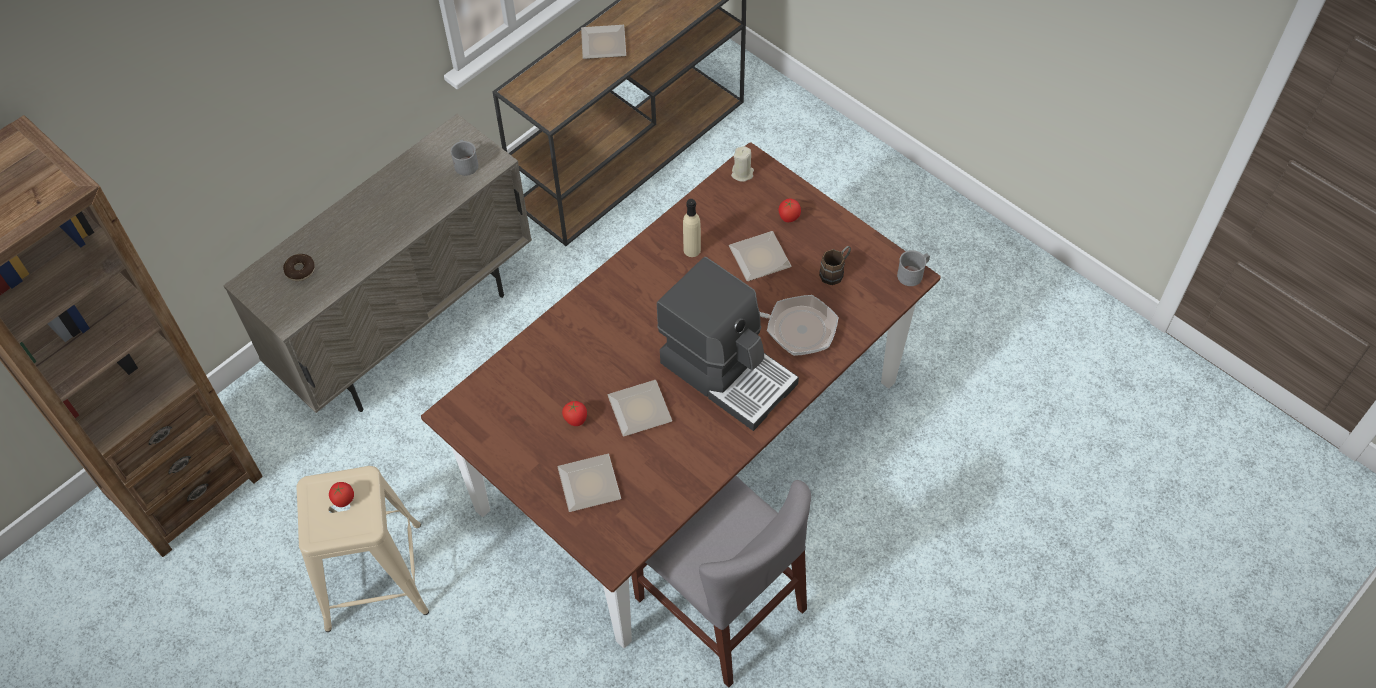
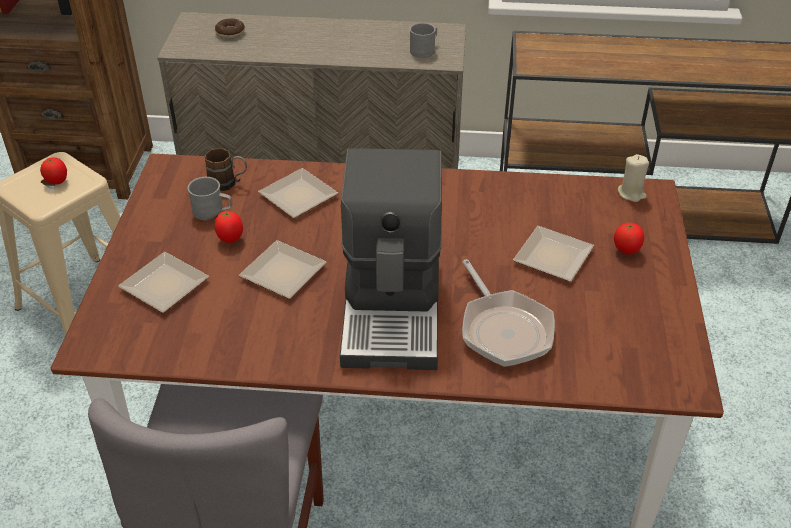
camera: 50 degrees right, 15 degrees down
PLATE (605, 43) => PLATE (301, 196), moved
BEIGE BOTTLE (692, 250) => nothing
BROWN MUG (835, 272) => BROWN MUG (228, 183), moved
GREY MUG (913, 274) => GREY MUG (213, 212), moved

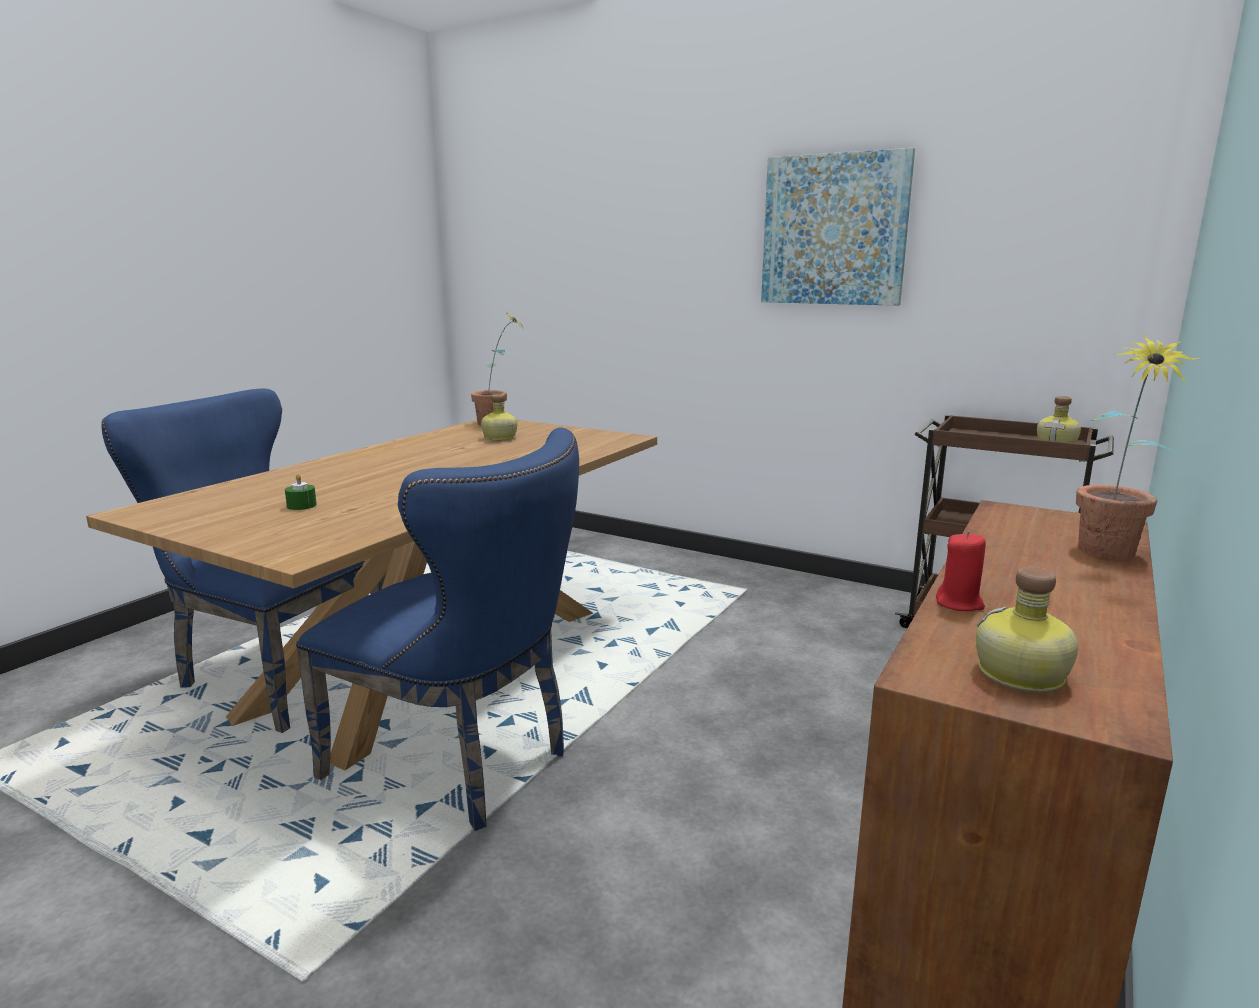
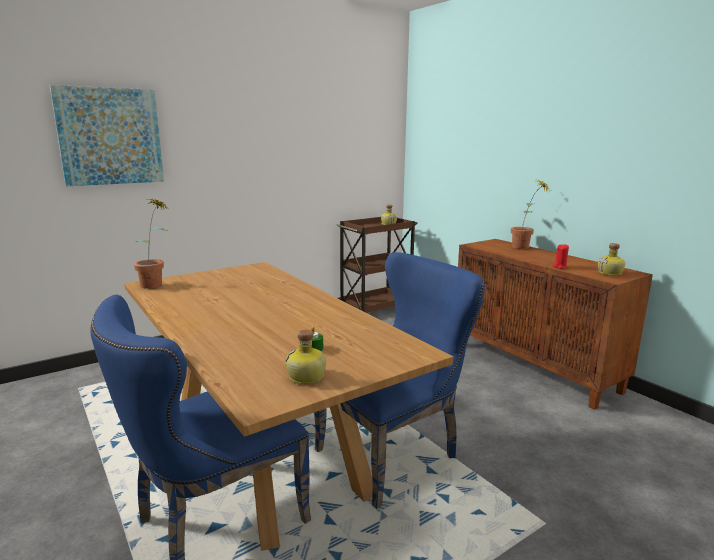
camera: 65 degrees left, 0 degrees up
PICTURE (834, 230) => PICTURE (110, 136), moved
BOTTLE (499, 438) => BOTTLE (306, 377), moved

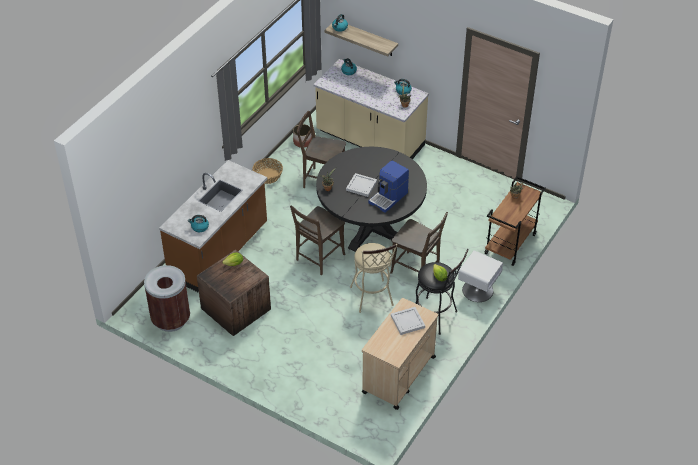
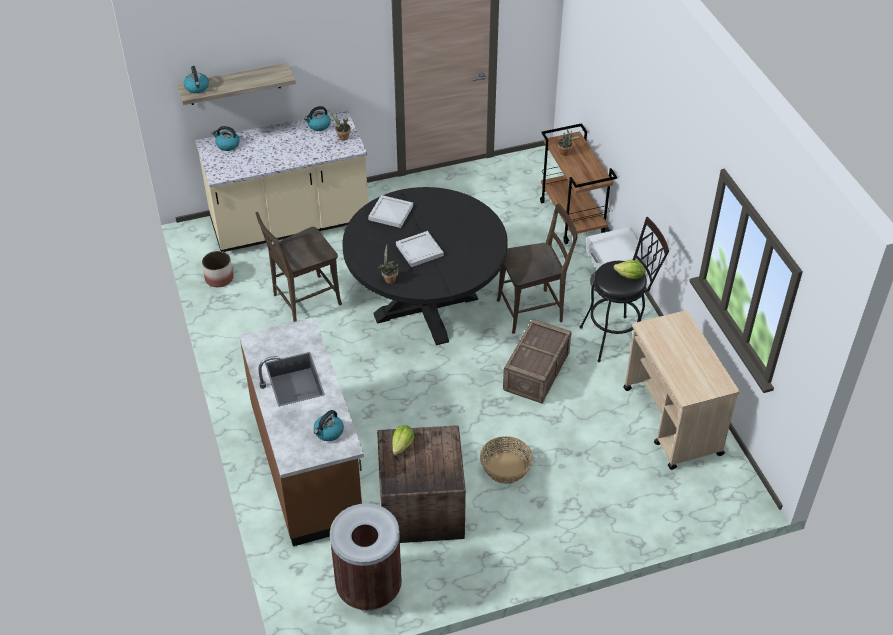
camera: 50 degrees left, 0 degrees up
BASKET (268, 176) => BASKET (505, 468), moved
COFFEE MACHINE (389, 198) => nothing
BROWN CHAIR (318, 258) => nothing
BEIGE STOOL (372, 299) => CRATE (536, 373)
WHITE TRAY (407, 322) => WHITE TRAY (391, 213), moved

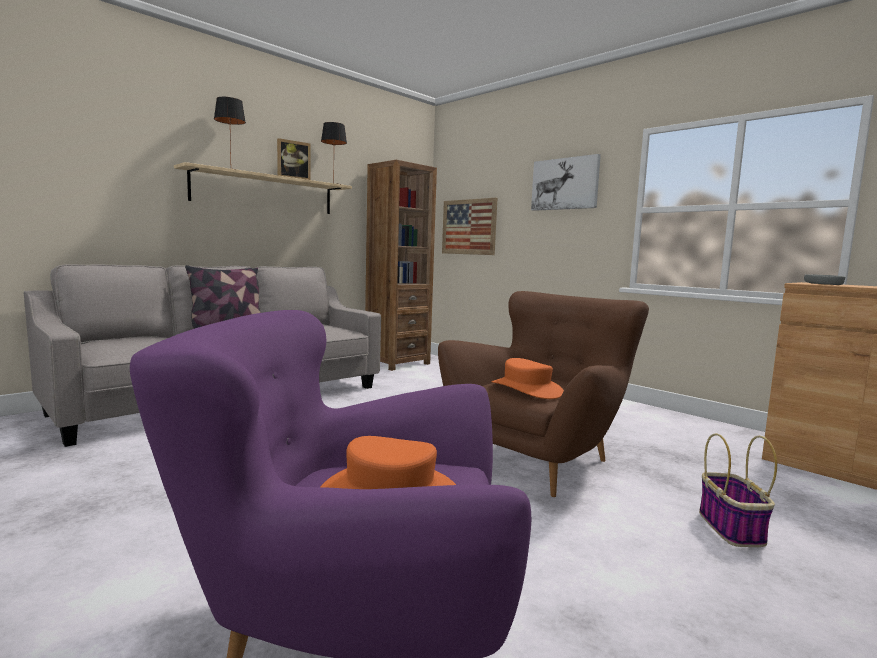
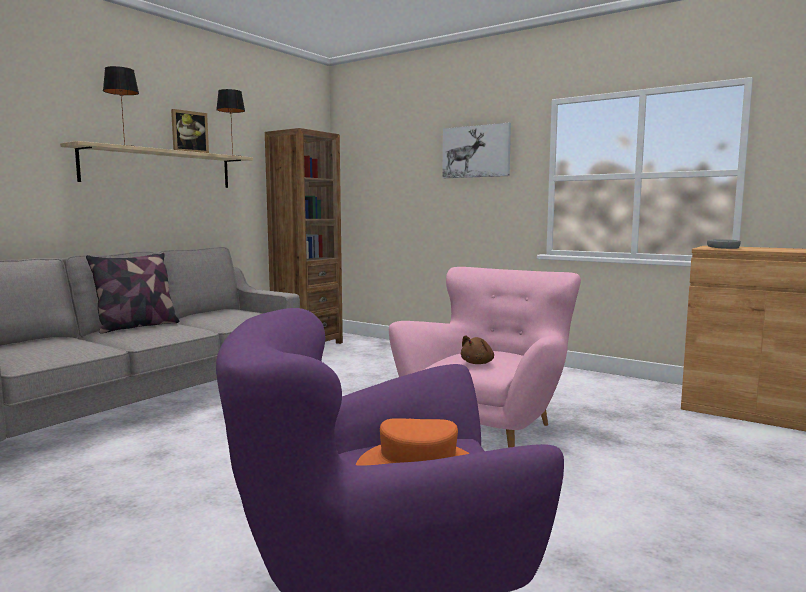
camera: 10 degrees left, 0 degrees up
PICTURE (469, 227) => nothing
BROWN ARMCHAIR (541, 462) => PINK ARMCHAIR (491, 432)
ORANGE HAT (526, 389) => BROWN PLUSH TOY (478, 363)
BASKET (732, 528) => nothing

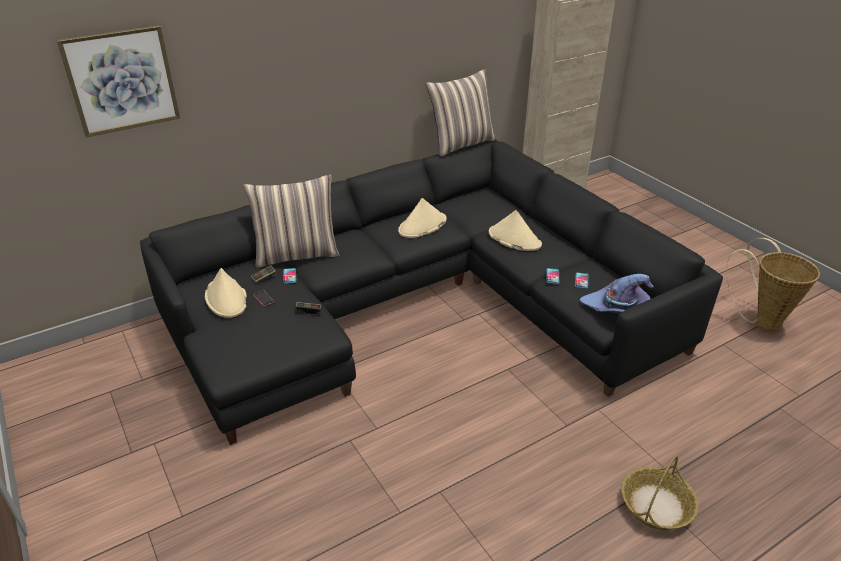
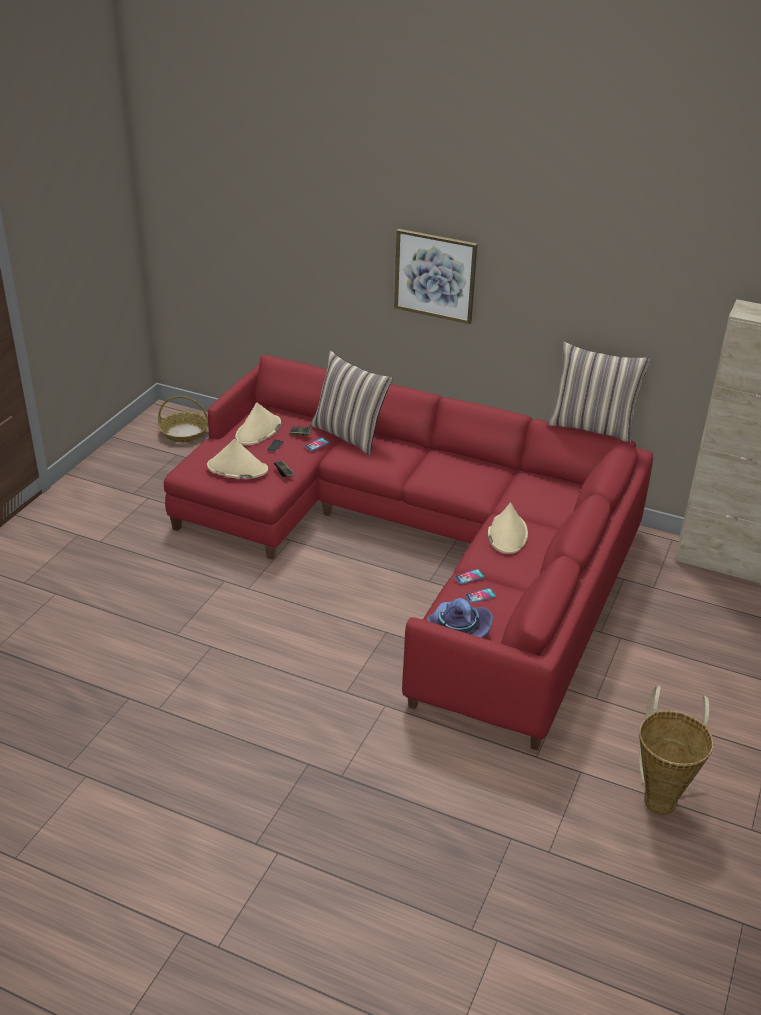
camera: 55 degrees right, 0 degrees up
PICTURE (121, 80) => PICTURE (435, 275), moved
BLACK SOFA (419, 304) => RED SOFA (423, 547)
BEIGE HAT (422, 226) => BEIGE HAT (237, 468), moved
BASKET (656, 505) => BASKET (184, 433), moved

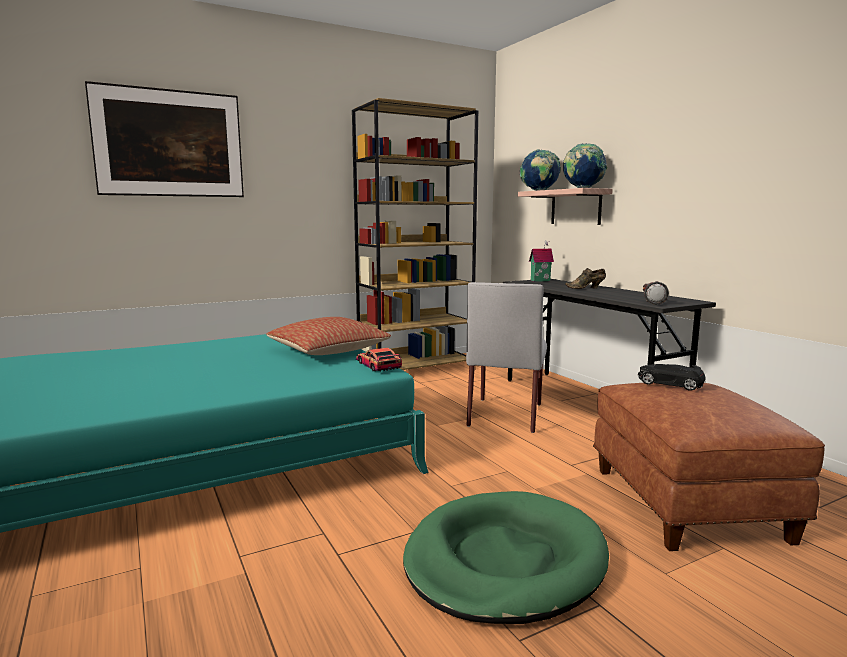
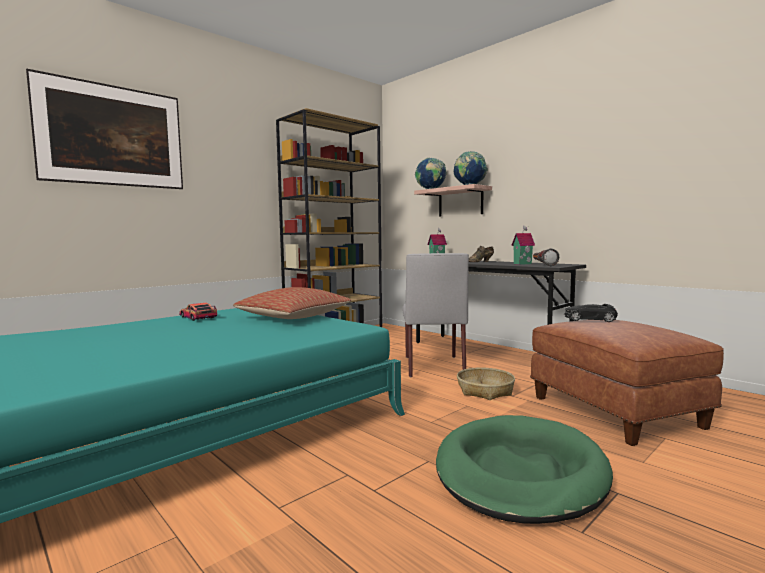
camera: 15 degrees left, 5 degrees down
TOY CAR (378, 366) => TOY CAR (197, 317), moved
nothing => TOY HOUSE (521, 264)
nothing => BASKET (485, 391)

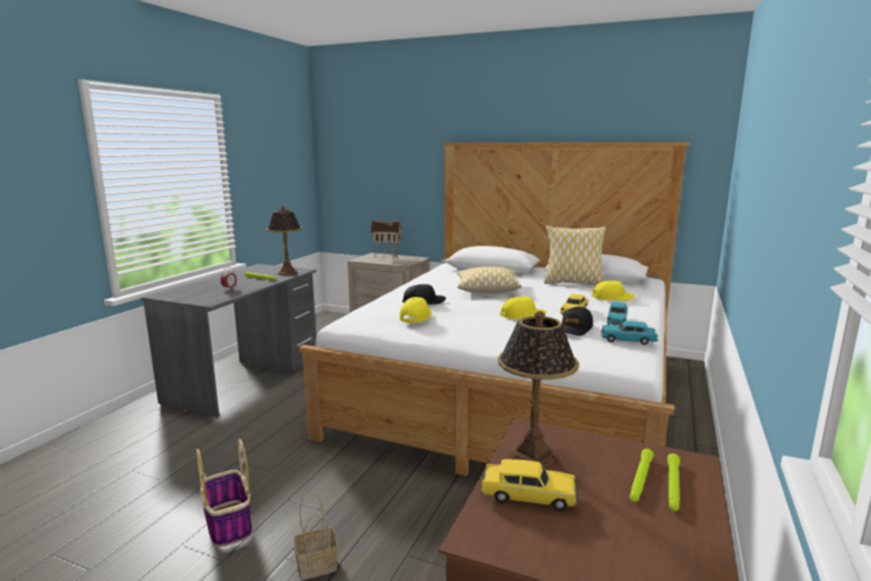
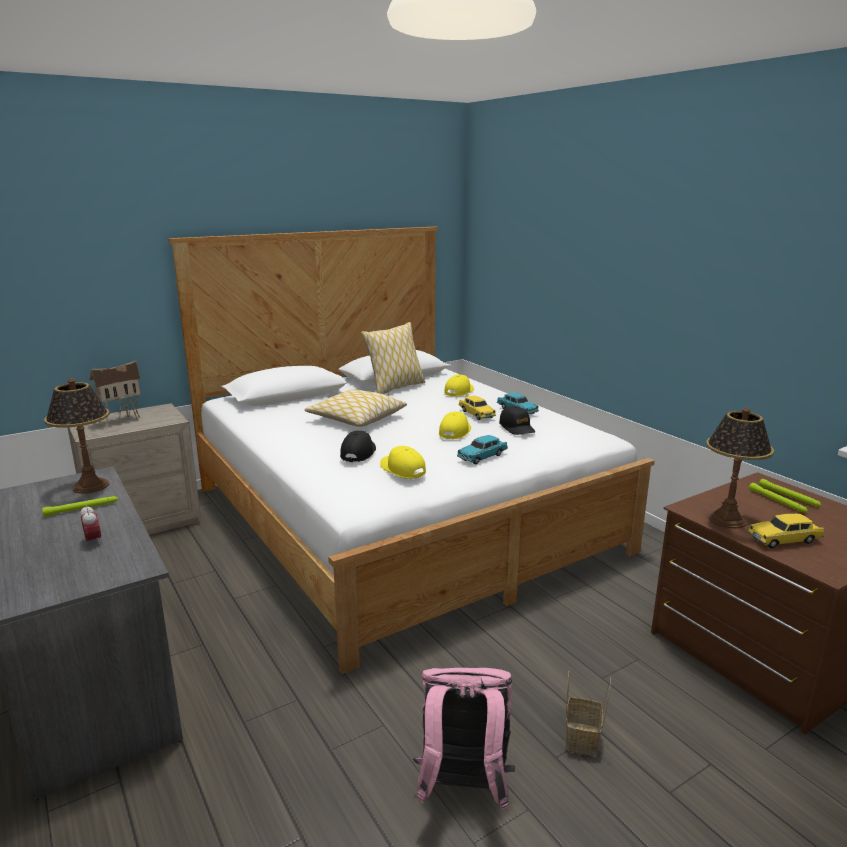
camera: 55 degrees left, 5 degrees up
TURQUOISE TOY CAR (628, 340) => TURQUOISE TOY CAR (482, 457), moved
BASKET (228, 523) => PINK BACKPACK (462, 788)
YELLOW TOY CAR (528, 496) => YELLOW TOY CAR (784, 540), 150 degrees counterclockwise

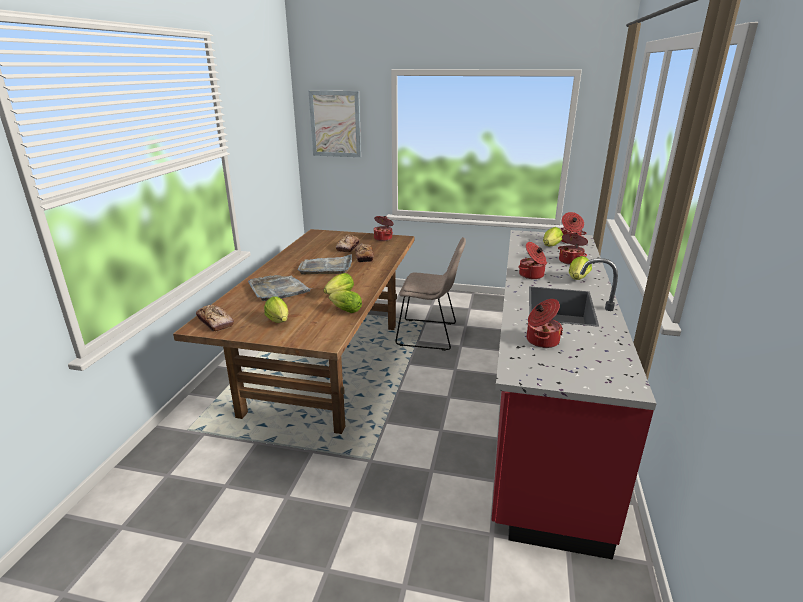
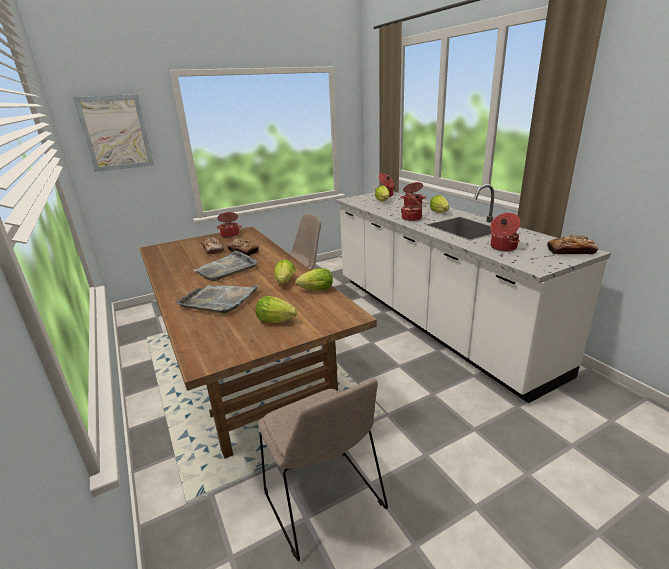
camera: 40 degrees left, 0 degrees up
RED COUNTER (540, 410) => WHITE COUNTER (433, 321)
BREAD (215, 322) => BREAD (571, 251), moved
nothing => BEIGE CHAIR (324, 502)

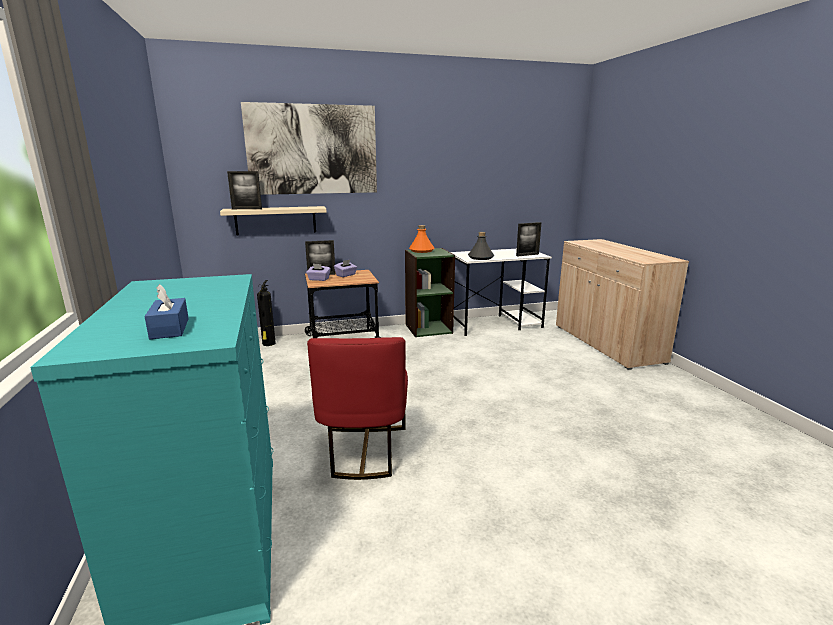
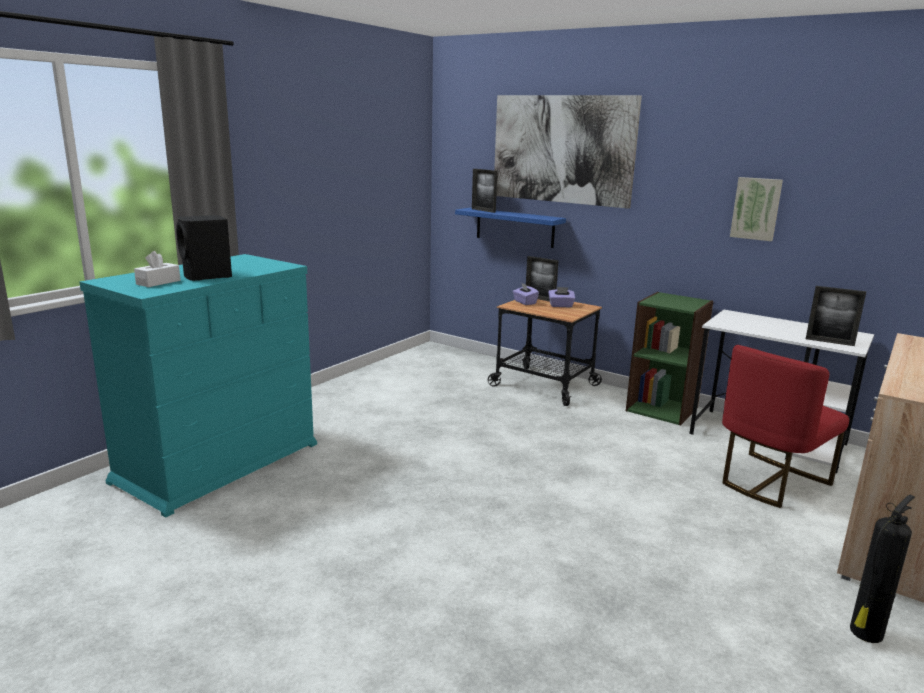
camera: 50 degrees right, 0 degrees up
BEIGE SHELF (275, 220) => BLUE SHELF (514, 227)
ORANGE BOTTLE (421, 250) => nothing
GREY BOTTLE (480, 257) => nothing
FIRE EXTINGUISHER (268, 344) => FIRE EXTINGUISHER (865, 633), moved
BLUE TISSUE BOX (169, 328) => WHITE TISSUE BOX (158, 282)
RED CHAIR (364, 451) => RED CHAIR (769, 481), moved
nothing => PICTURE (756, 208)
nothing => BLACK SPEAKER (207, 276)

